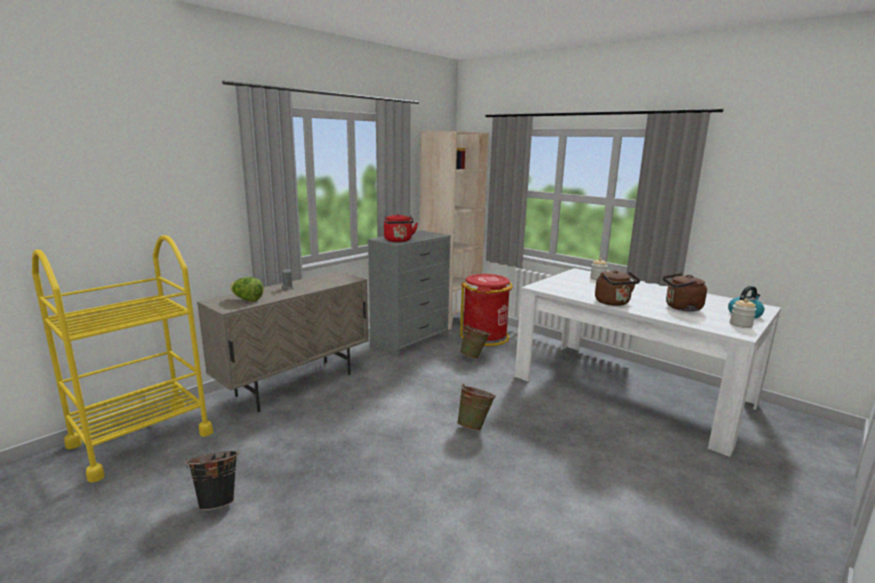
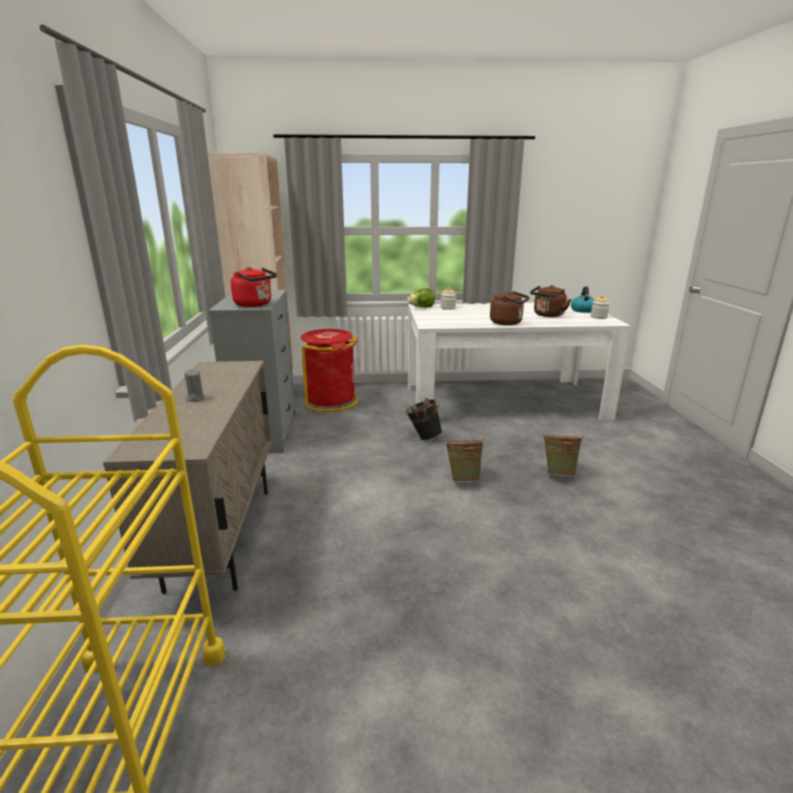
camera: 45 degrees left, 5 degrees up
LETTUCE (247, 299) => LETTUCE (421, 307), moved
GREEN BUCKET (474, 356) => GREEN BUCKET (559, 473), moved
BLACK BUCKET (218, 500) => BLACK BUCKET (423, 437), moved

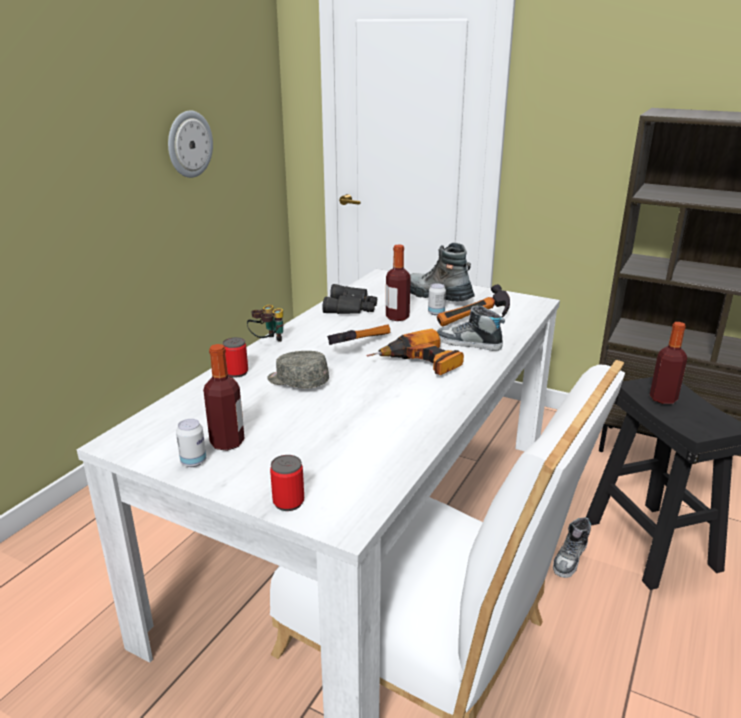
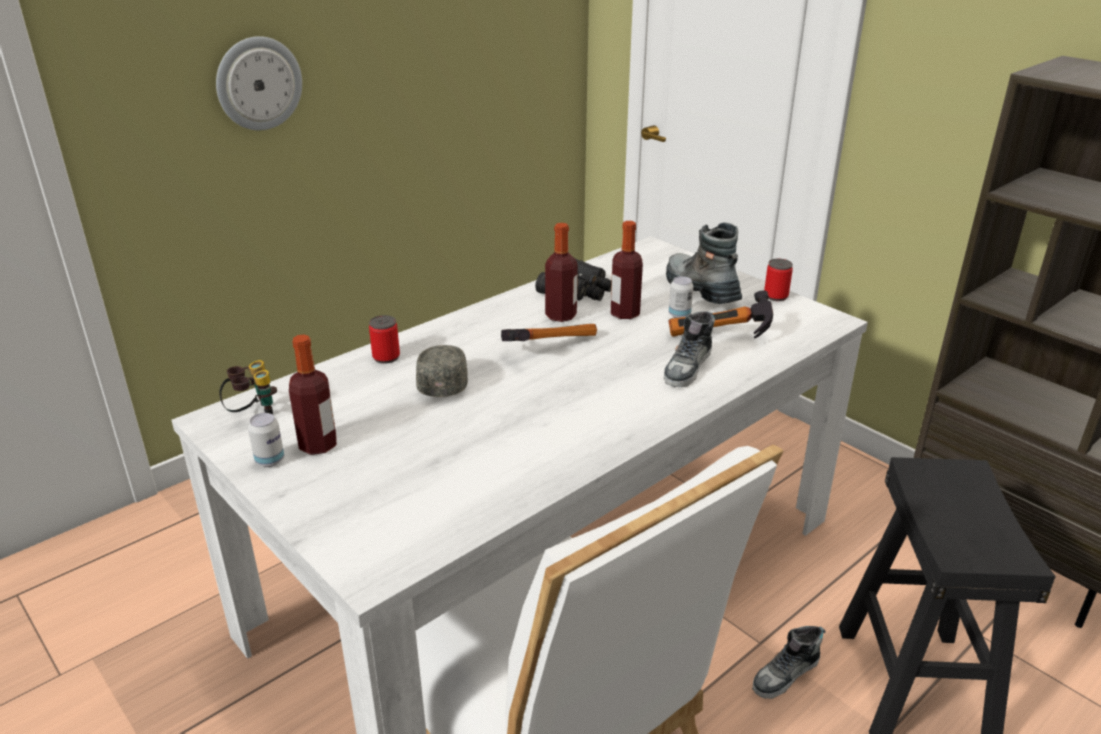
camera: 20 degrees right, 5 degrees up
WALL CLOCK (189, 144) => WALL CLOCK (258, 83), moved
BINOCULARS (267, 342) => BINOCULARS (252, 413), moved
SHOE (469, 343) => SHOE (688, 368), 105 degrees counterclockwise
BOTTLE (663, 399) => BOTTLE (561, 316), moved
POWER DRILL (420, 365) => nothing
GREY CAP (297, 382) => GREY CAP (444, 382), 45 degrees clockwise
CAN (288, 502) => CAN (775, 296), moved

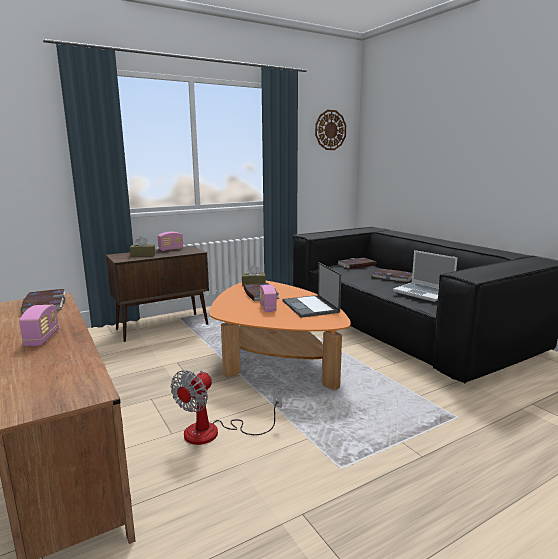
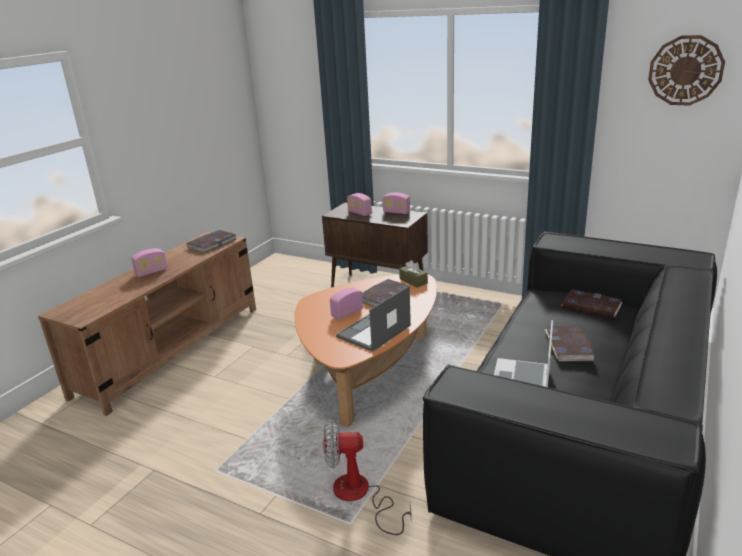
camera: 60 degrees right, 10 degrees up
BROWN TISSUE BOX (143, 255) => RADIO (359, 213)
FAN (214, 433) => FAN (360, 496), moved

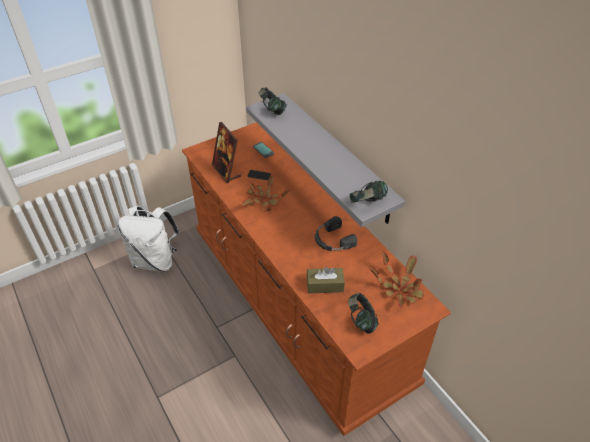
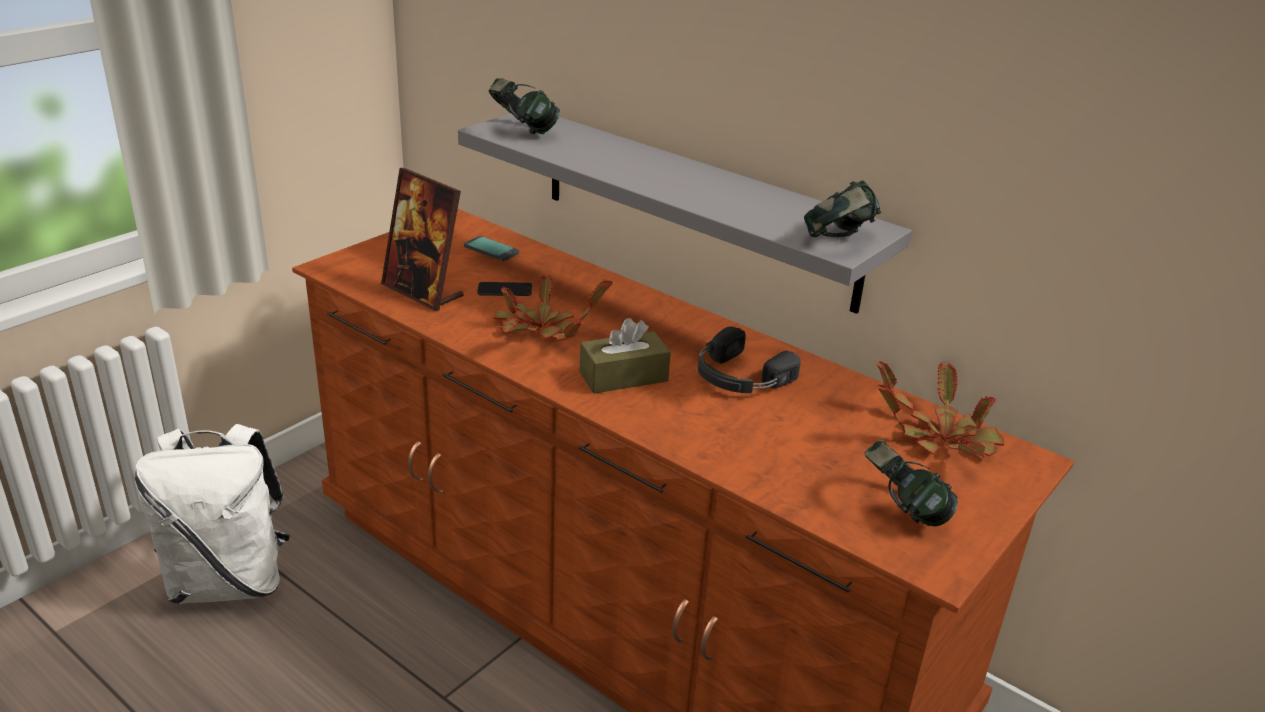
camera: 20 degrees left, 15 degrees down
BROWN TISSUE BOX (325, 285) => BROWN TISSUE BOX (623, 376), moved

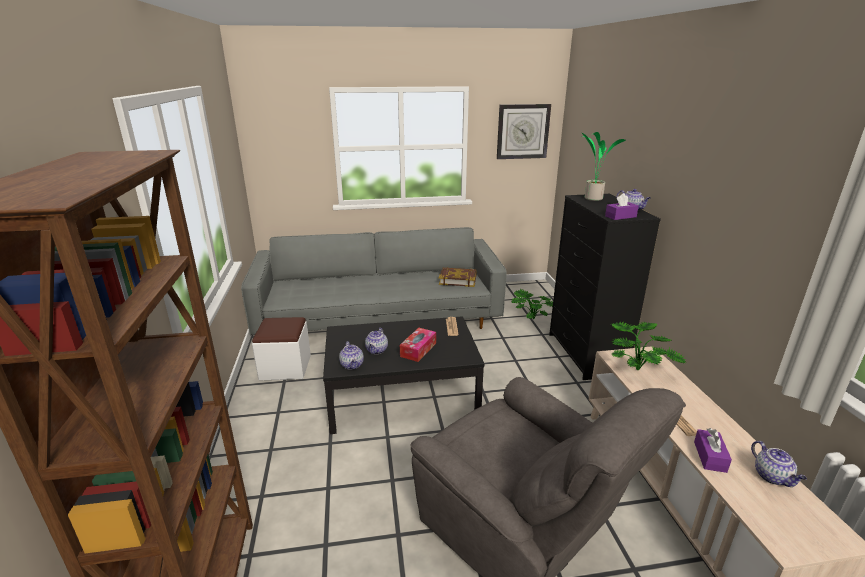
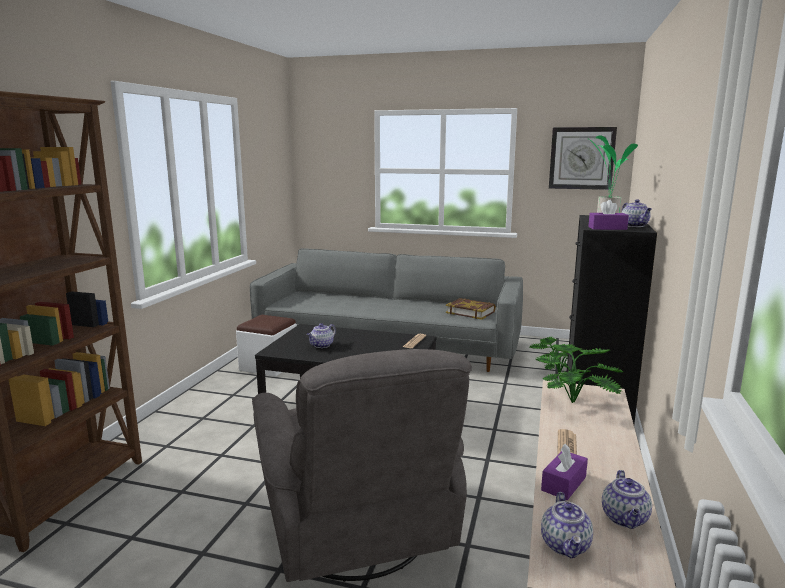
camera: 25 degrees right, 10 degrees down
TISSUE BOX (418, 349) => nothing
TEAPOT (352, 365) => TEAPOT (566, 546), moved

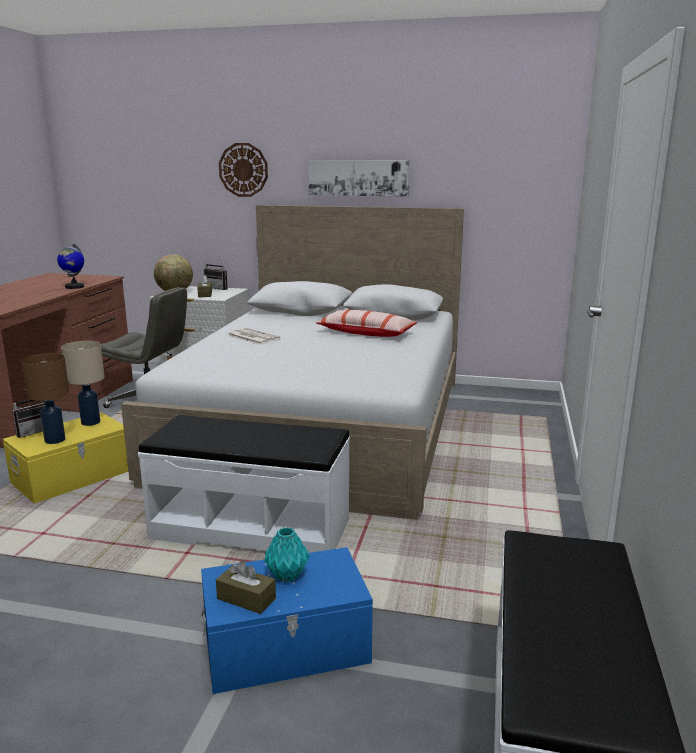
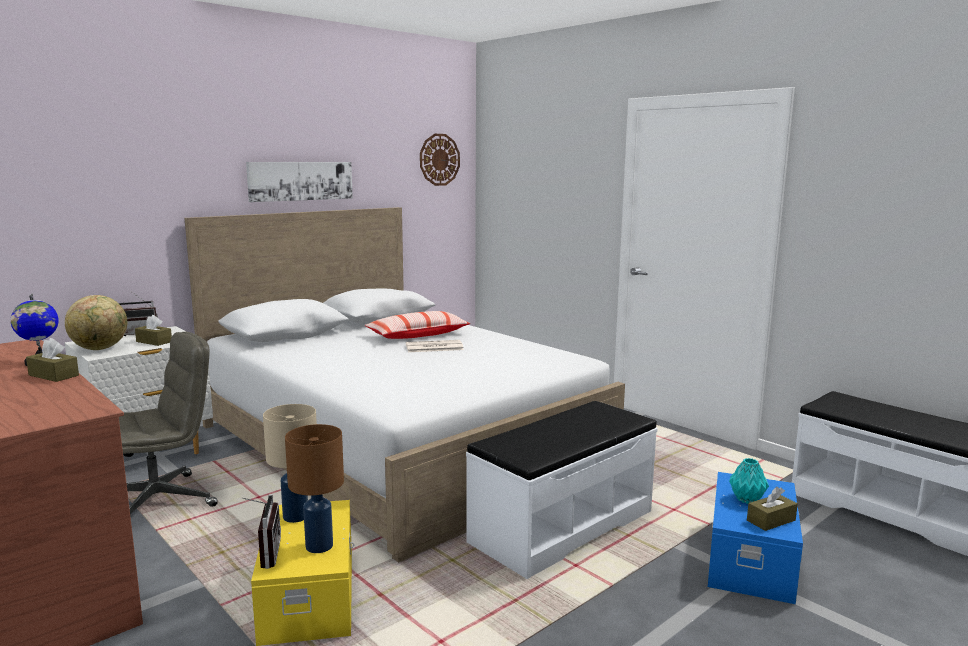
camera: 55 degrees left, 5 degrees down
WALL CLOCK (243, 170) => WALL CLOCK (439, 159), moved
NEWSPAPER (252, 337) => NEWSPAPER (433, 347), moved
nothing => BROWN TISSUE BOX (53, 375)

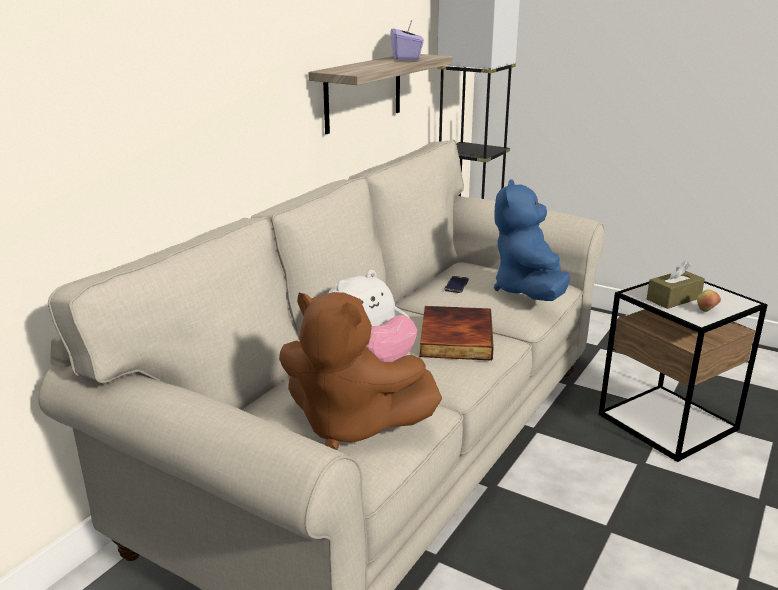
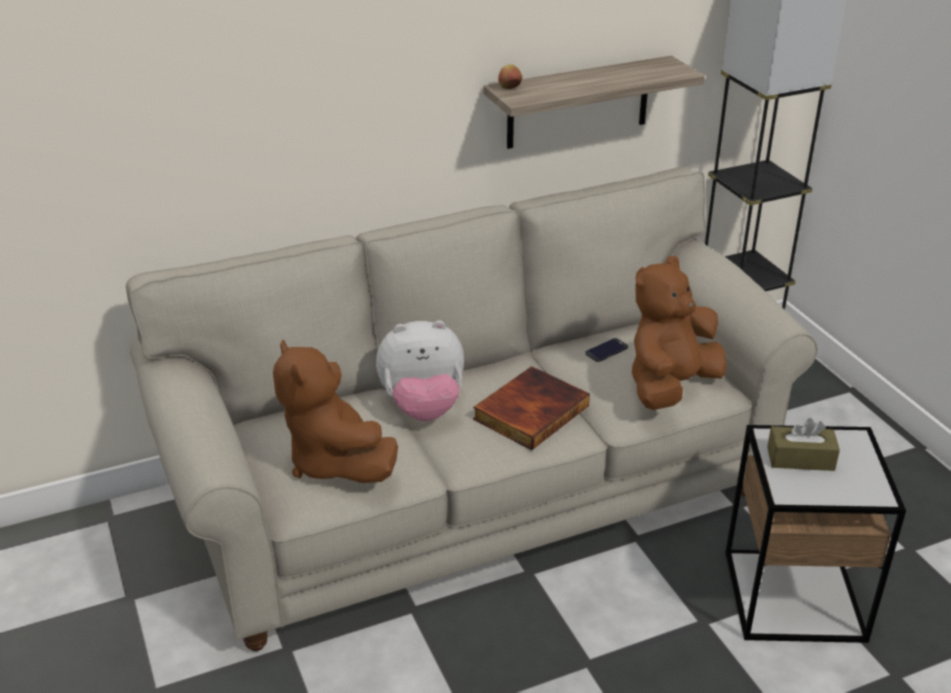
camera: 35 degrees right, 10 degrees up
PURPLE TISSUE BOX (406, 58) => nothing
BLUE PLUSH TOY (528, 292) => BROWN PLUSH TOY (670, 387)
APPLE (706, 311) => APPLE (509, 89), moved

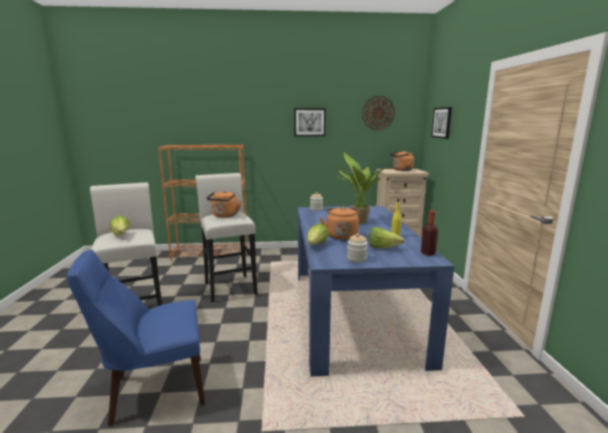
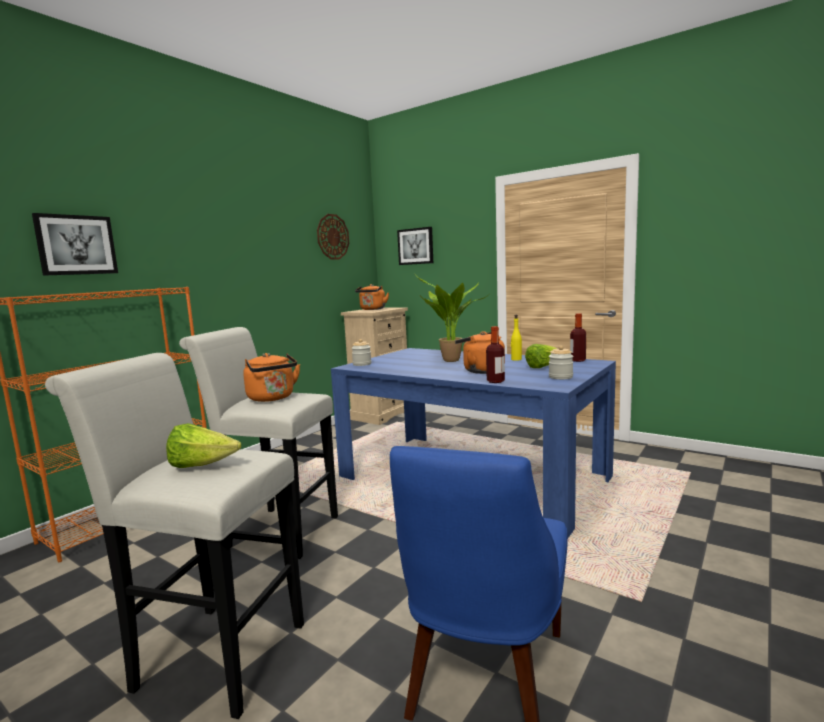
camera: 50 degrees left, 5 degrees down
PICTURE (309, 122) => PICTURE (76, 245), moved
LETTUCE (316, 245) => BOTTLE (495, 381)

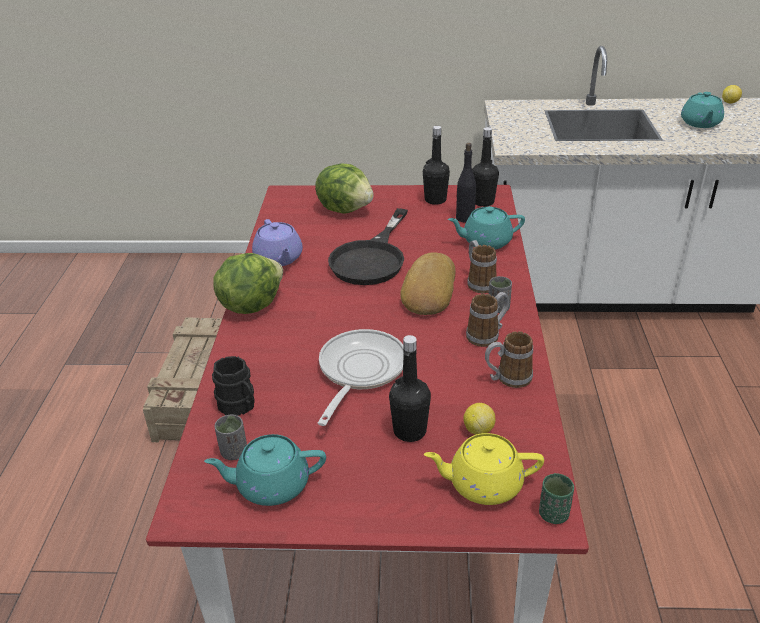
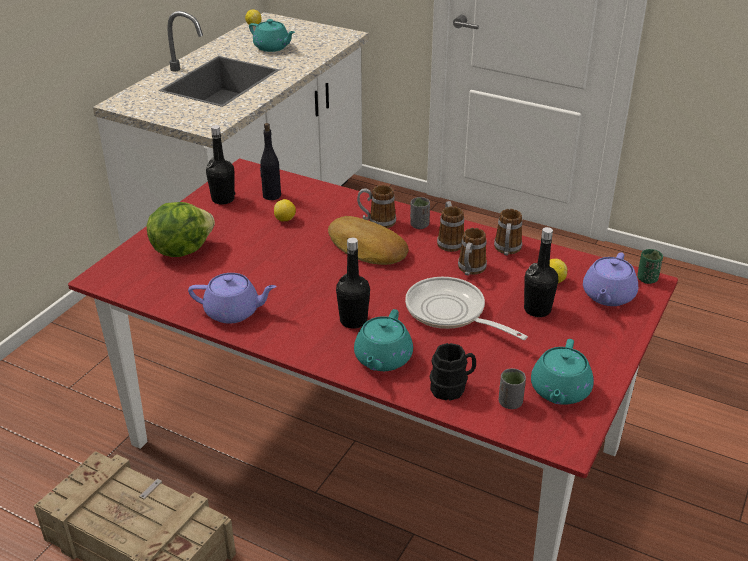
camera: 65 degrees left, 0 degrees up
BLACK BOTTLE (483, 202) => BLACK BOTTLE (353, 321), moved
TURQUOISE TEAPOT (485, 242) => TURQUOISE TEAPOT (382, 359), moved
BLACK FRYING PAN (372, 258) => nothing
LETTUCE (250, 304) => nothing
YELLOW TEAPOT (483, 484) => PURPLE TEAPOT (608, 296)
nothing => LEMON (285, 220)
nothing => MUG (470, 270)

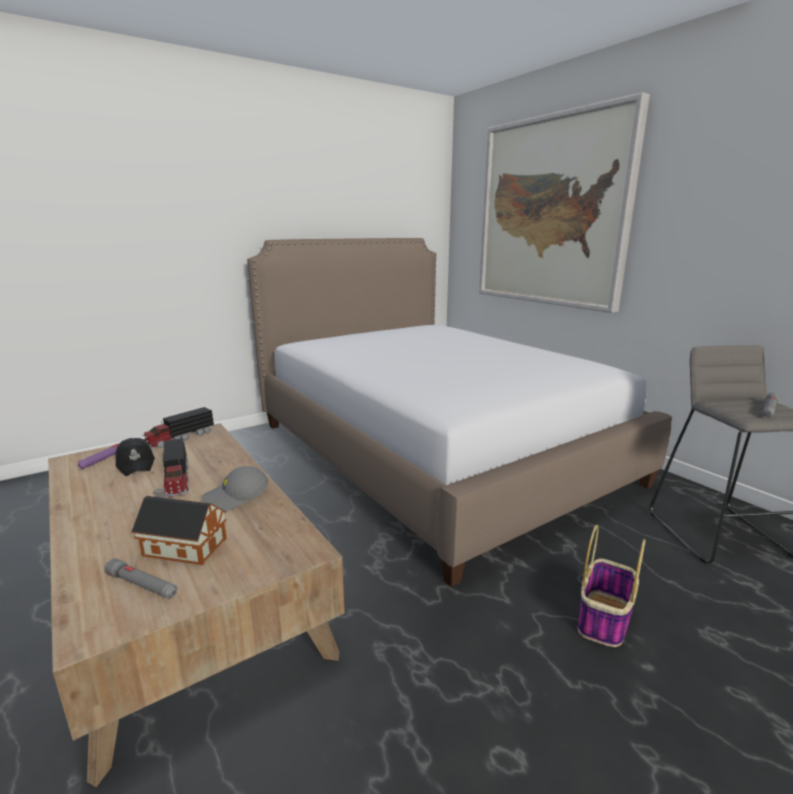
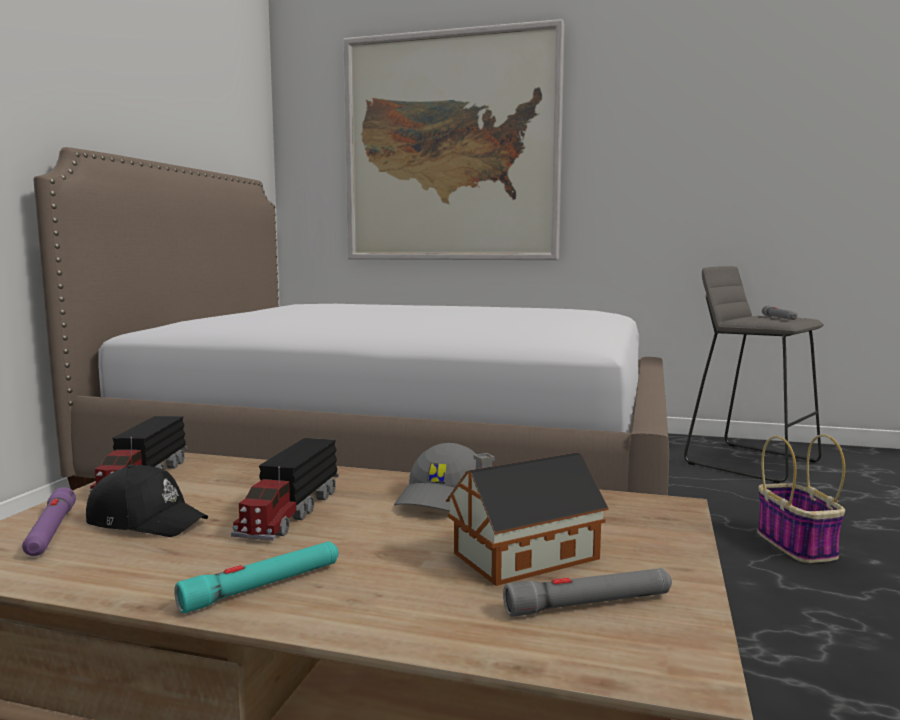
camera: 40 degrees left, 10 degrees down
TOY TRUCK (177, 479) => TOY TRUCK (289, 512), 75 degrees clockwise
nothing => TURQUOISE FLASHLIGHT (263, 586)

